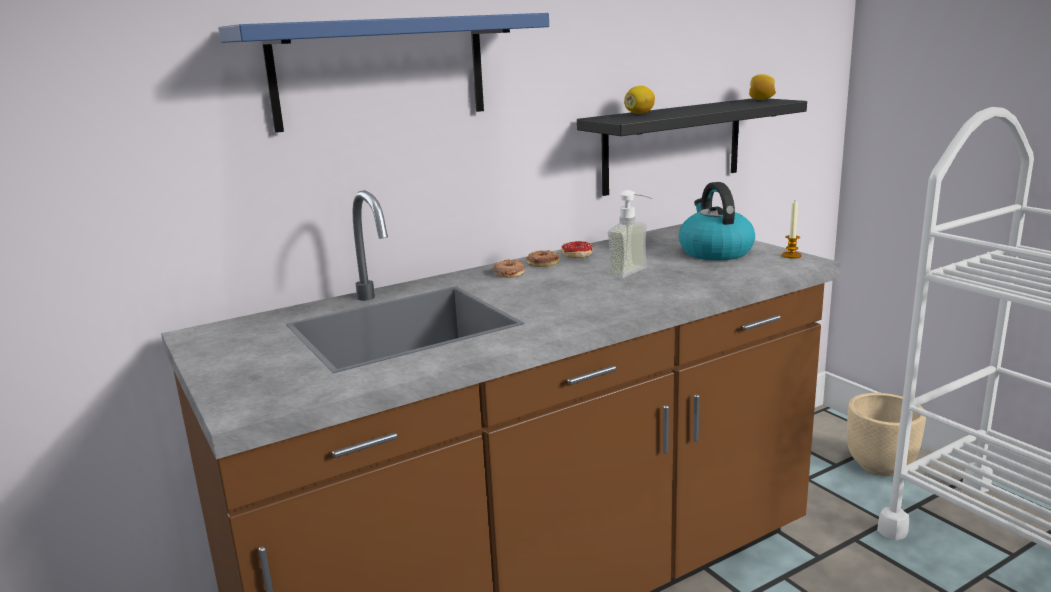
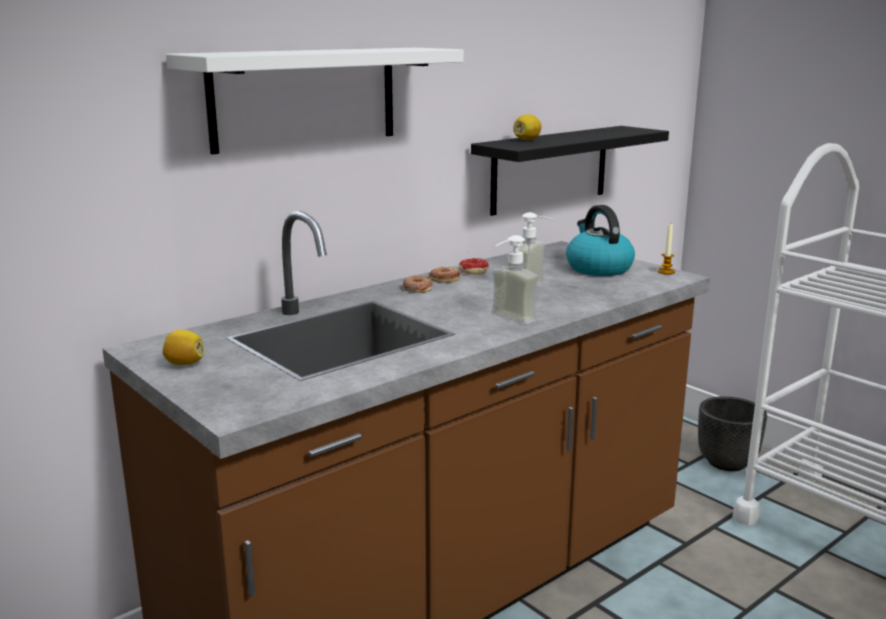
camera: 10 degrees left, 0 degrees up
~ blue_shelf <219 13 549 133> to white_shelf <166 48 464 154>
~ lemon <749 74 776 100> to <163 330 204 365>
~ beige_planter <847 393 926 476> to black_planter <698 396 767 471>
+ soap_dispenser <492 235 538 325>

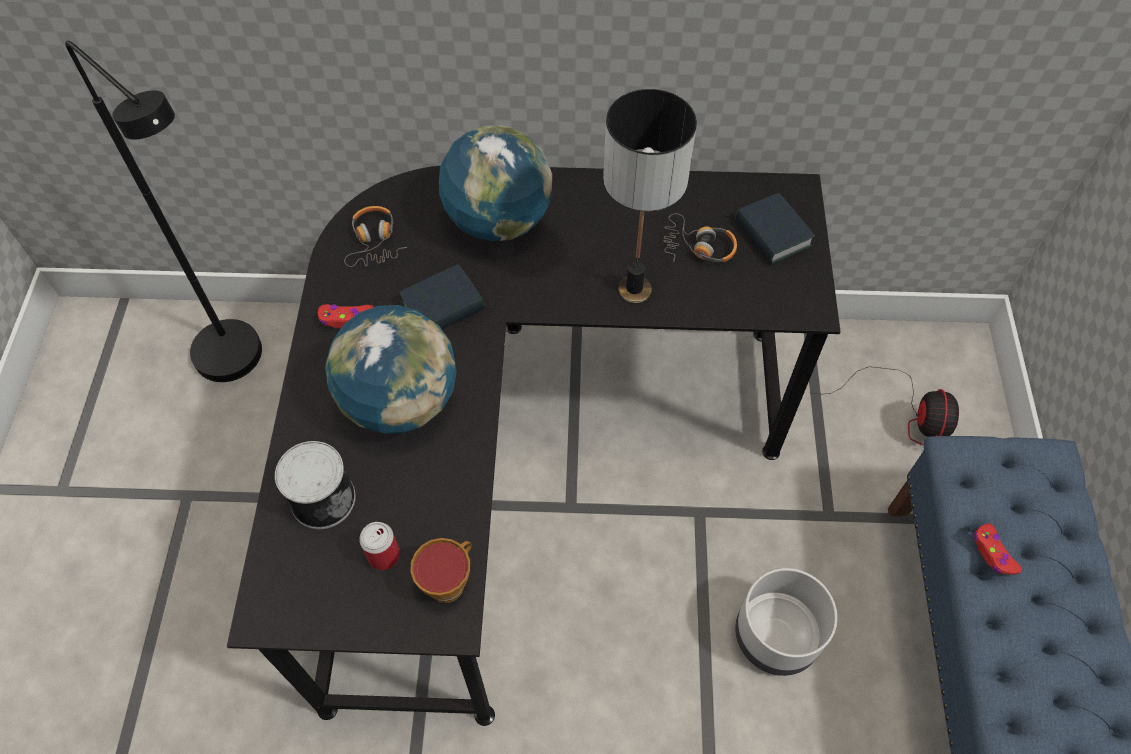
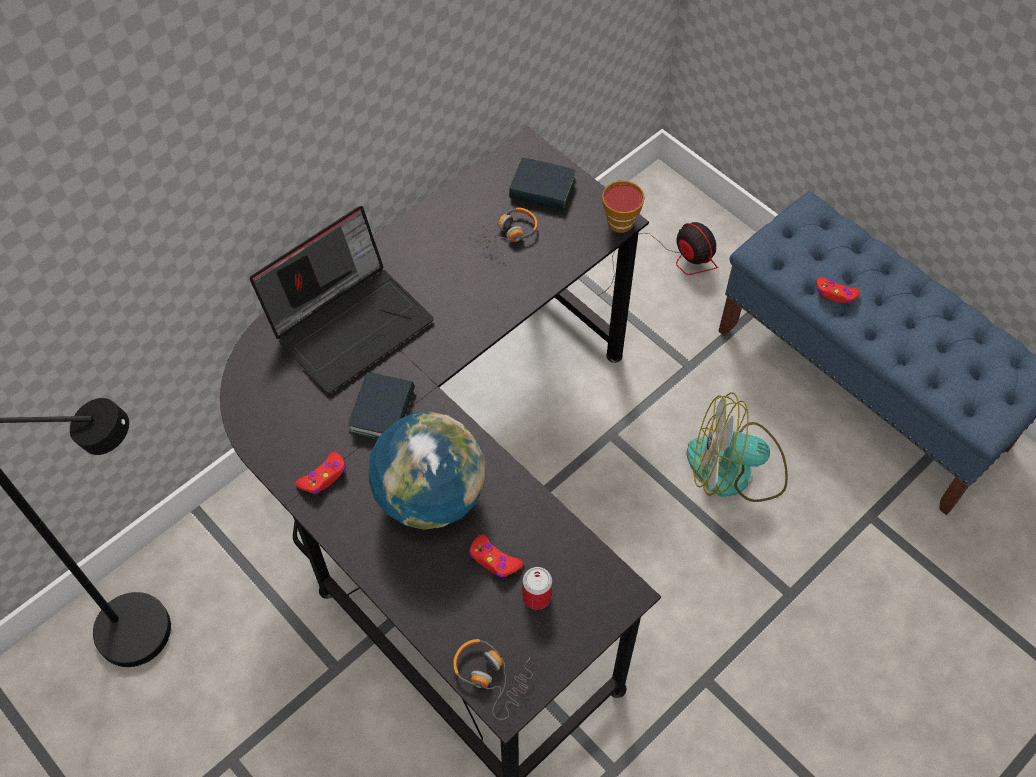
camera: 45 degrees left, 0 degrees up
- table_lamp <603 89 697 303>
~ globe <439 125 552 241> to laptop <250 206 434 393>
~ headphones <344 206 407 267> to <453 639 533 720>
- can <275 441 356 529>
~ cup <410 538 472 603> to <602 180 645 233>
~ grey_planter <735 568 837 676> to fan <687 392 788 502>
+ red_game_controller <469 534 524 577>

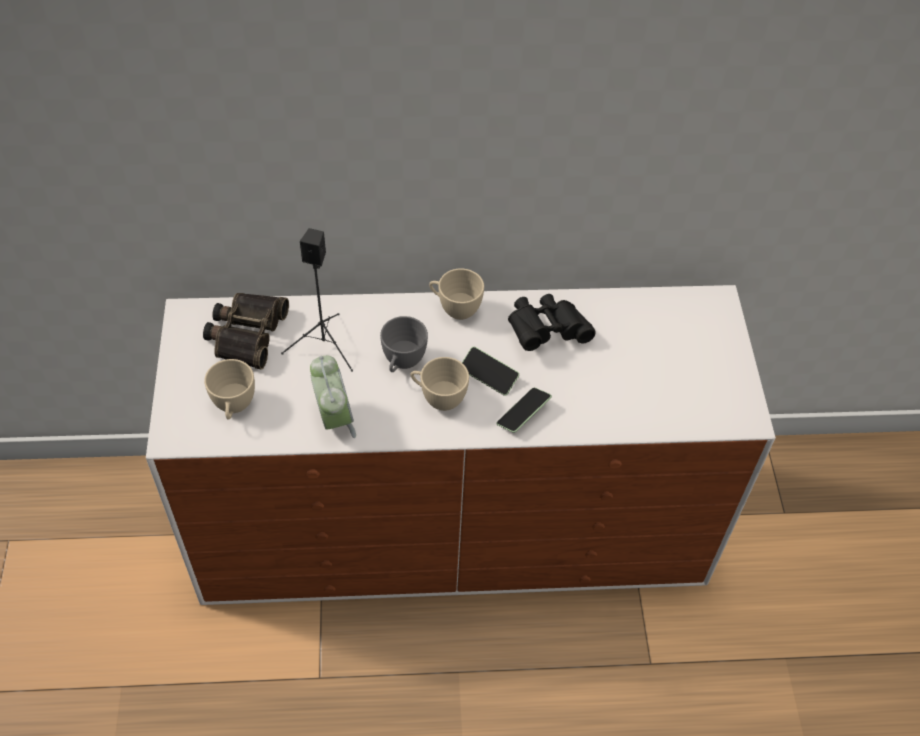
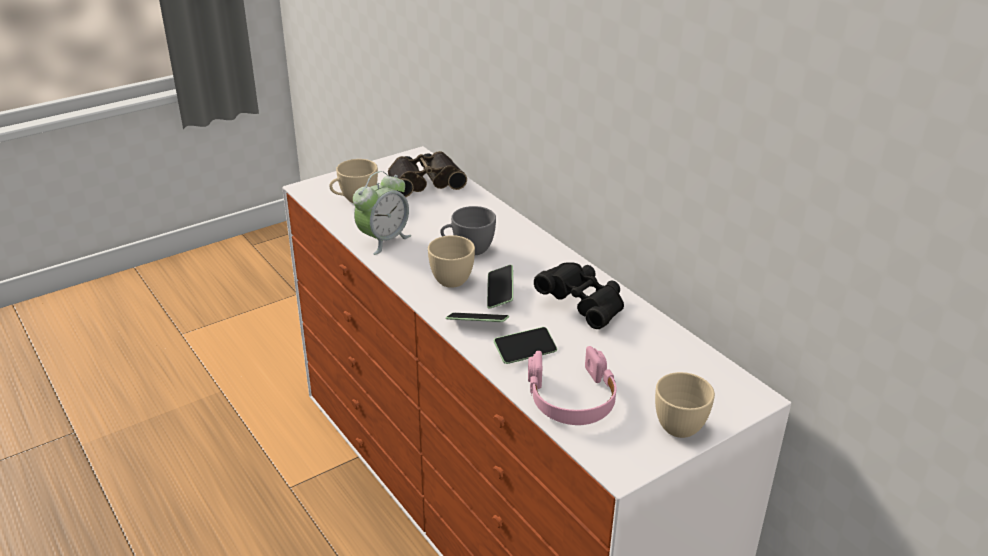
camera: 60 degrees right, 20 degrees down
- black_speaker <281 228 353 372>
~ beige_cup <429 268 484 320> to <655 372 715 438>
+ phone <494 327 557 364>
+ pink_headphones <528 346 617 425>

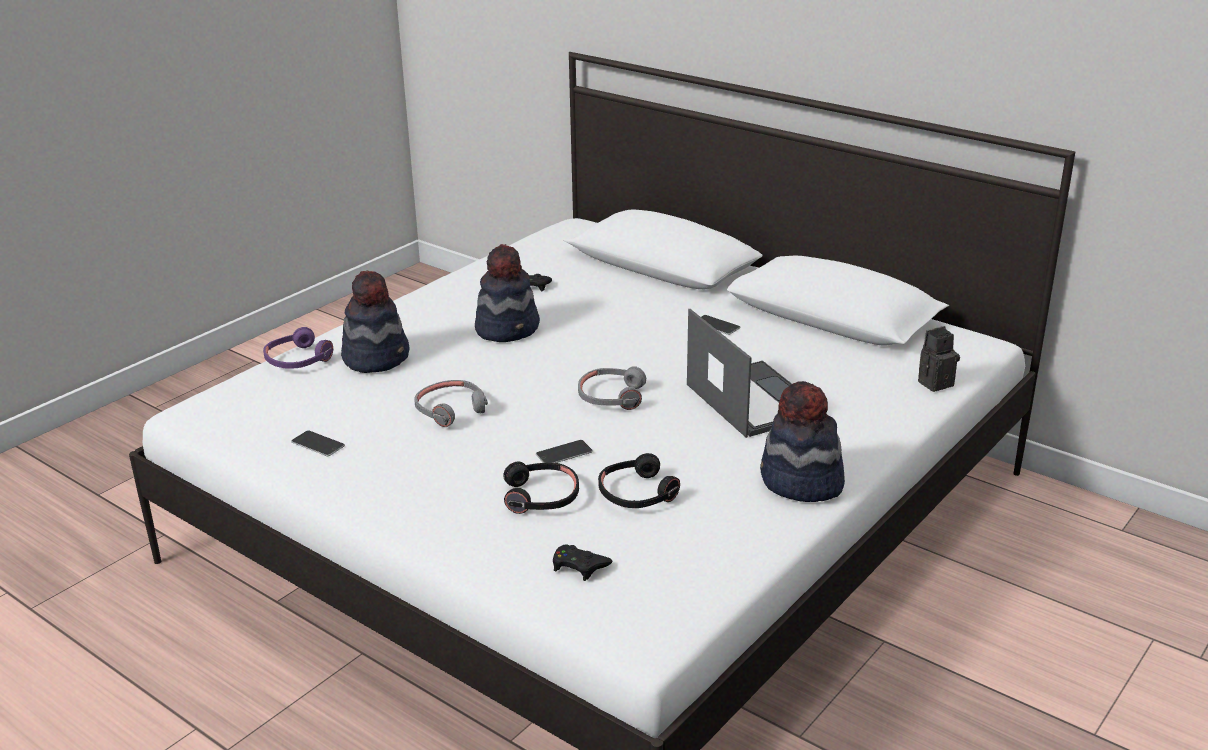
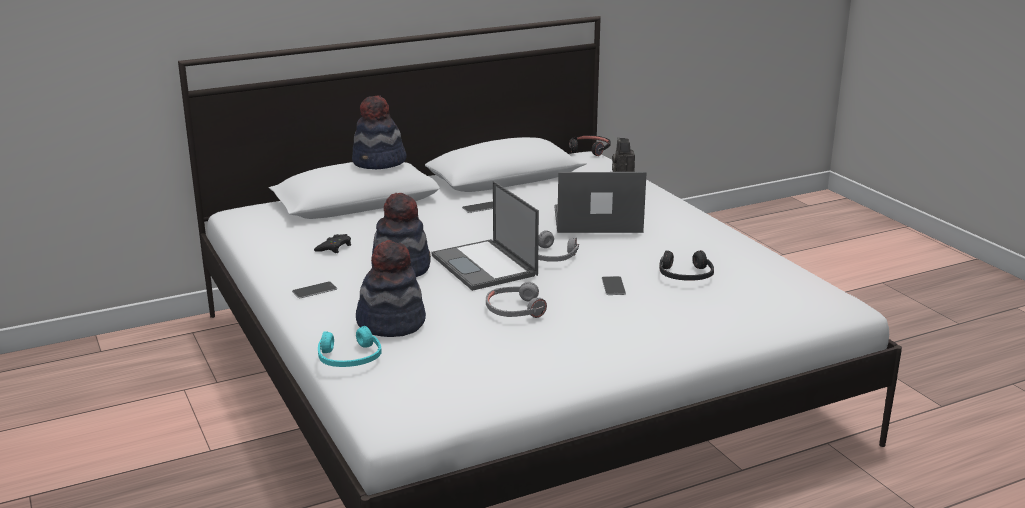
camera: 65 degrees left, 5 degrees down
~ purple_headphones <263 327 333 369> to turquoise_headphones <318 326 382 367>
~ hat <760 381 845 502> to <352 95 406 169>
~ phone <291 430 345 456> to <292 281 337 298>
~ black_headphones <503 461 579 514> to <569 135 611 156>
- black_game_controller <553 544 612 581>
+ laptop <432 181 539 291>

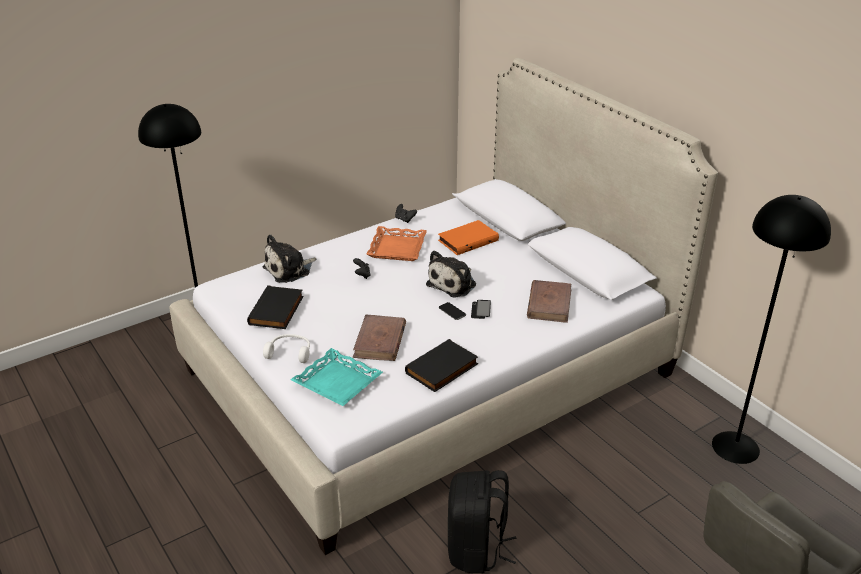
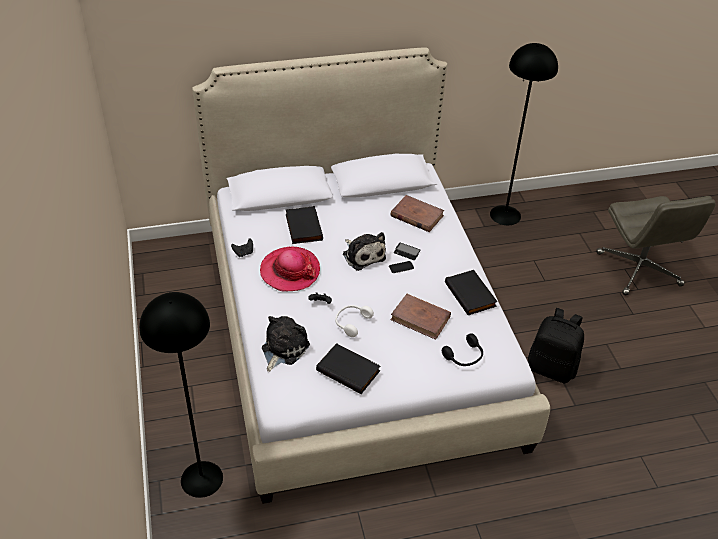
camera: 70 degrees left, 10 degrees up
~ orange_book <438 220 499 255> to black_book <286 206 323 244>
~ orange_tray <366 226 427 261> to hat <260 246 320 291>
~ plush_toy <262 234 316 283> = <262 316 310 372> 135 degrees counterclockwise
~ white_headphones <263 334 310 363> to <335 305 374 337>
~ turquoise_tray <290 348 383 406> to black_headphones <442 333 483 366>

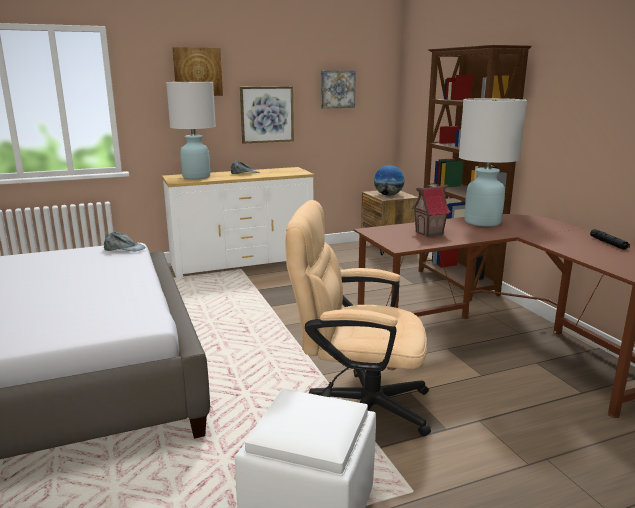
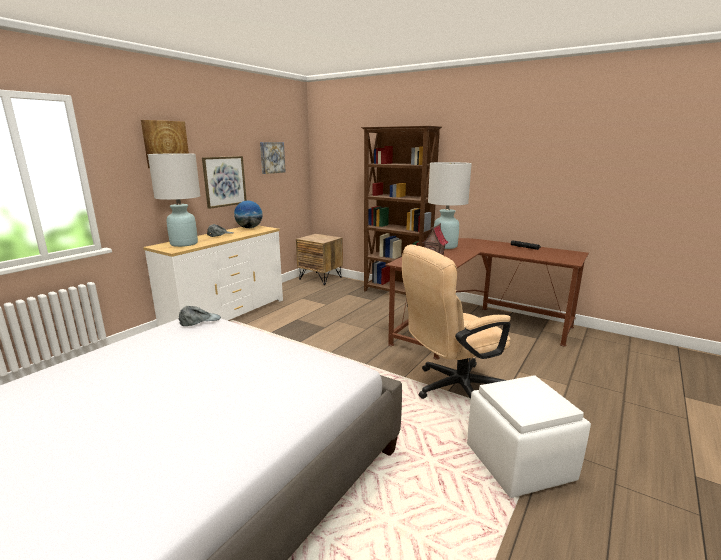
camera: 35 degrees left, 0 degrees up
~ globe <374 165 405 196> to <234 200 263 228>

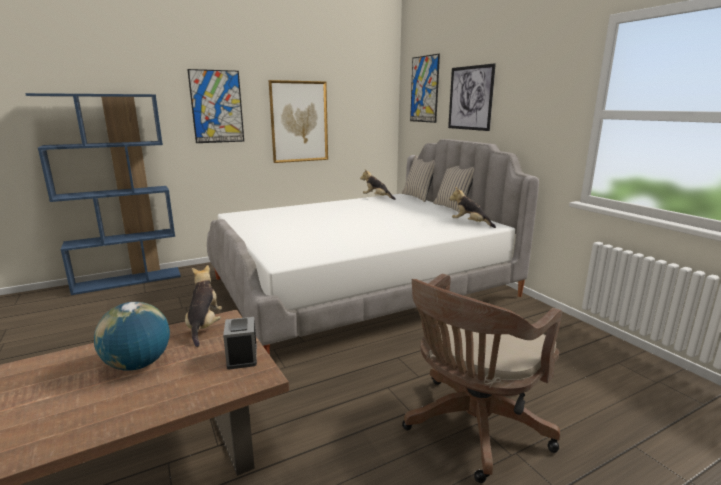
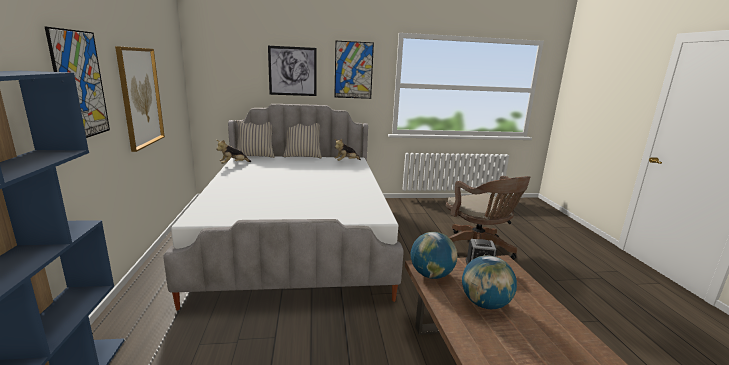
camera: 70 degrees left, 0 degrees up
~ picture <410 54 440 123> to <334 41 374 99>
~ plush_toy <185 265 222 347> to globe <411 232 457 279>

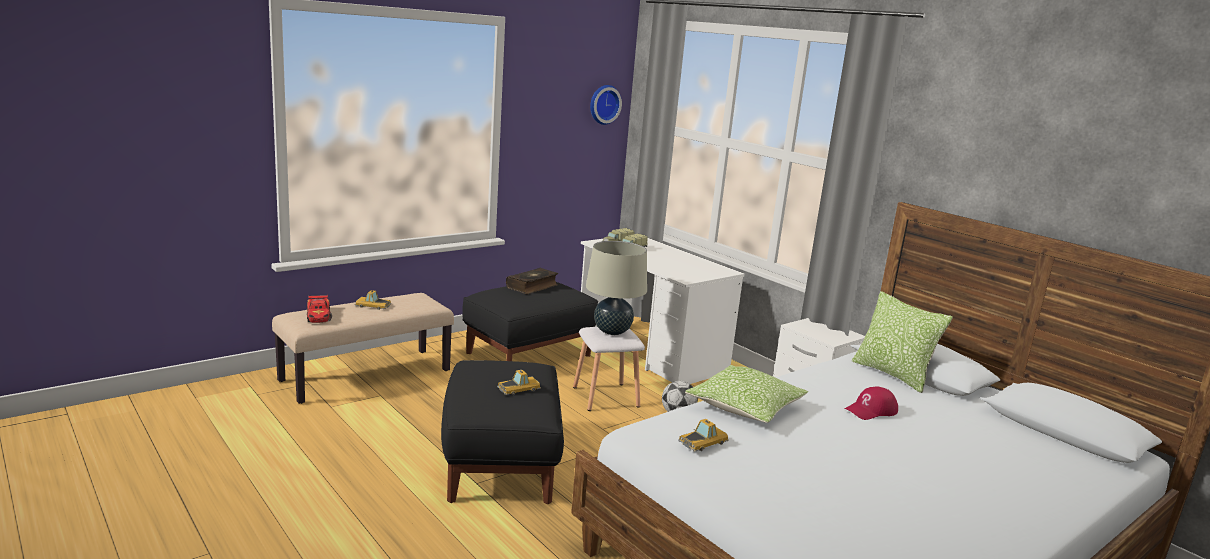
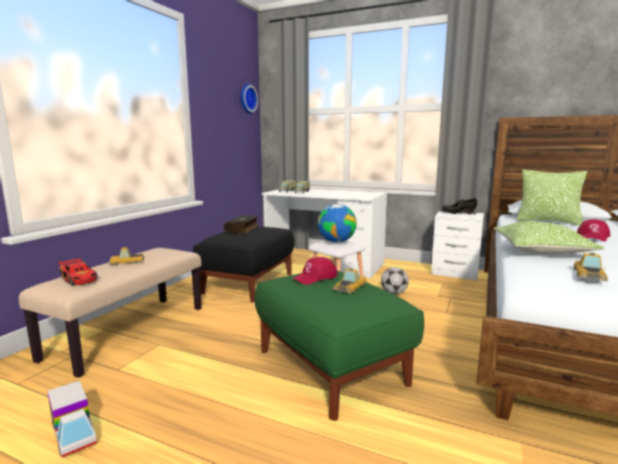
camera: 25 degrees left, 5 degrees down
~ beige_table_lamp <586 241 647 335> to globe <318 204 357 243>
~ black_ottoman <441 360 564 504> to green_ottoman <255 271 424 421>
+ black_shoe <442 198 477 214>
+ red_cap <292 257 338 285>
+ toy_truck <47 381 97 458>

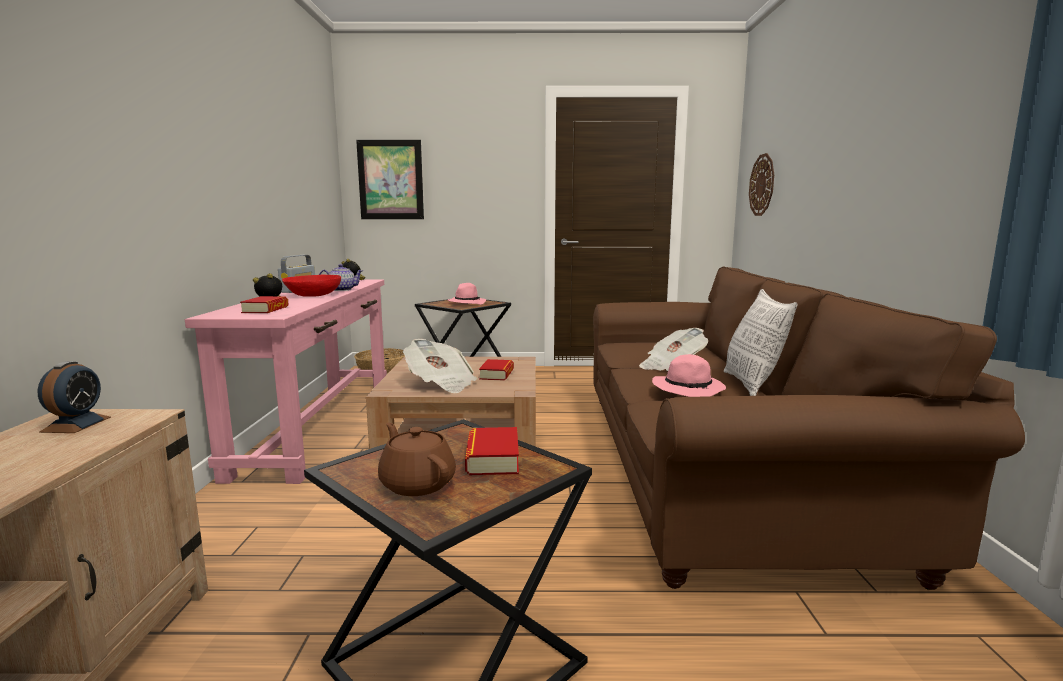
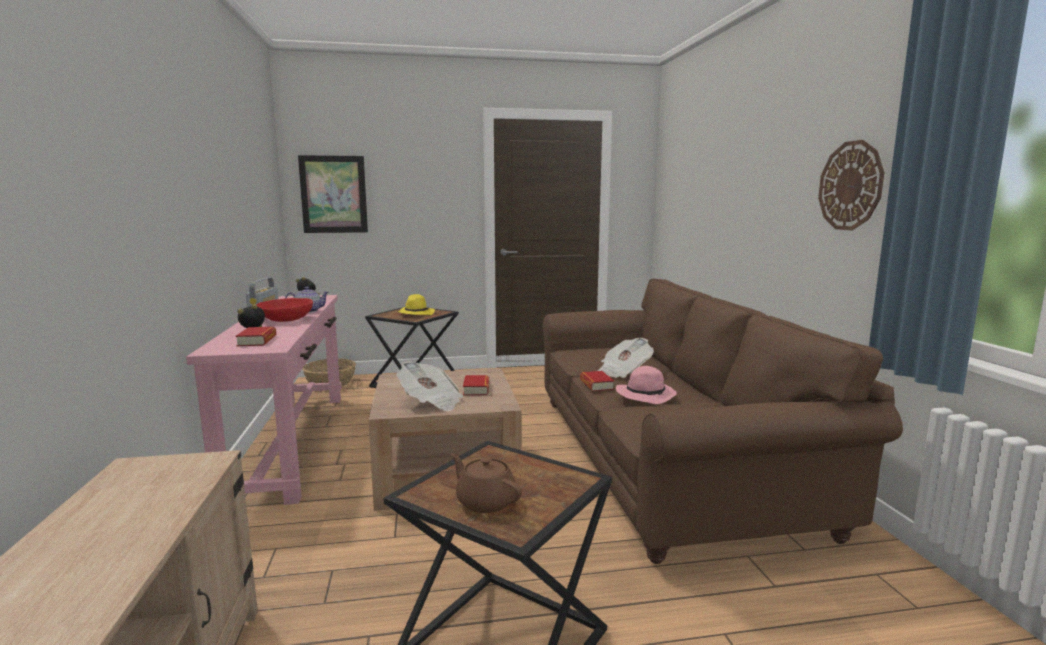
camera: 10 degrees left, 0 degrees up
~ wall_clock <749 153 774 216> to <818 140 884 230>
~ pink_hat <447 283 486 305> to yellow_hat <398 294 435 315>
- pillow <724 289 798 396>
- alarm_clock <37 361 111 433>
~ book <465 427 519 475> to <580 371 614 391>

